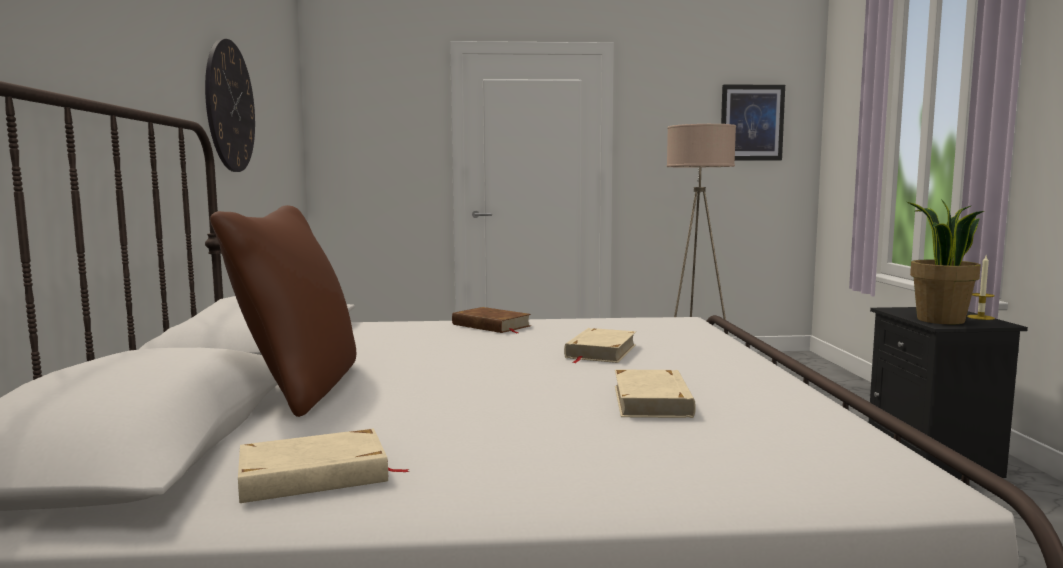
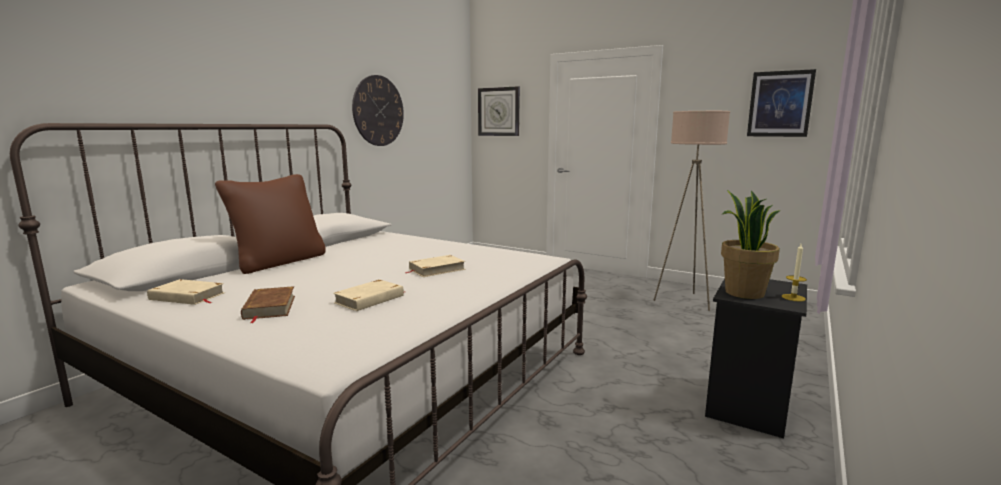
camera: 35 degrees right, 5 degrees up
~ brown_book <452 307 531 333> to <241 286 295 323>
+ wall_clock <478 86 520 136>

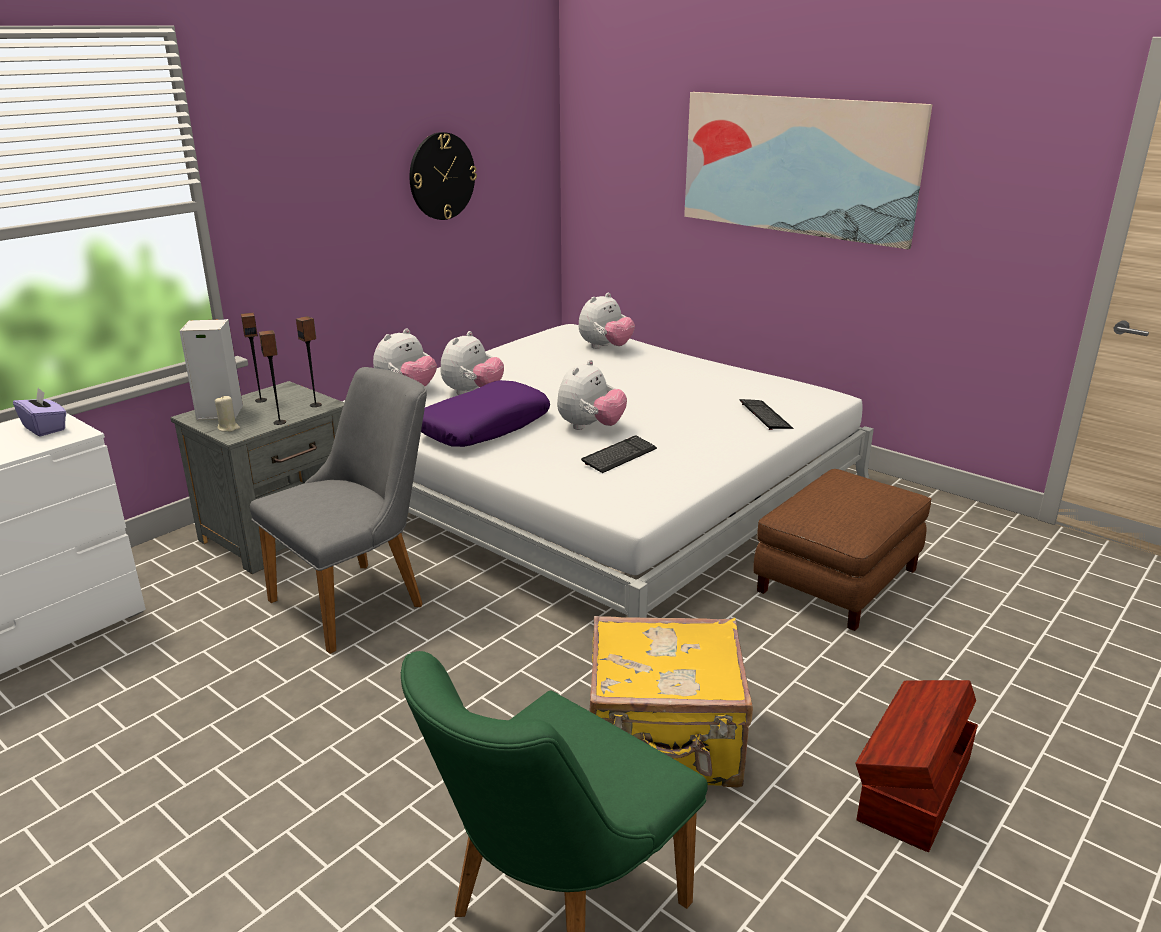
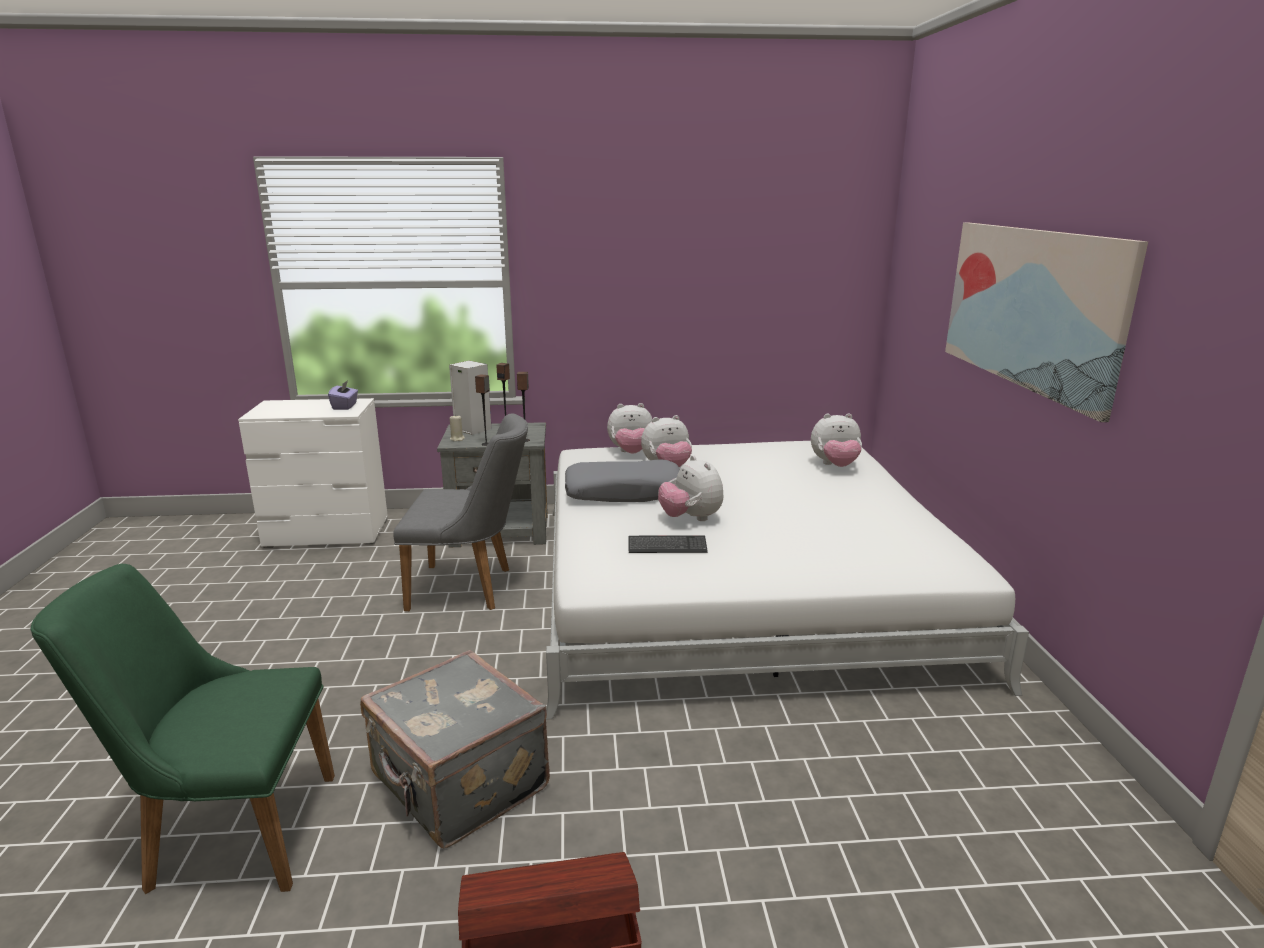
camera: 45 degrees right, 5 degrees down
- wall_clock <410 132 477 220>
~ plush_toy <557 360 627 430> = <658 455 723 521> 75 degrees clockwise
~ purple_pillow <421 380 550 447> to grey_pillow <565 460 680 502>
- keyboard <740 399 793 430>
- brown_ottoman <753 469 932 631>
~ yellow_suitcase <590 616 753 787> to grey_suitcase <360 650 550 848>

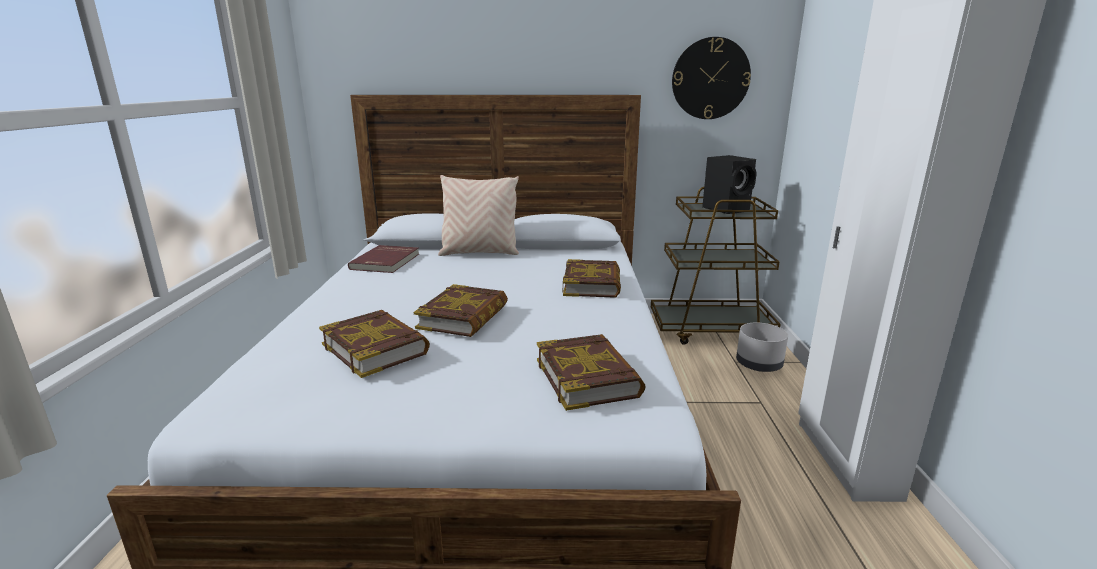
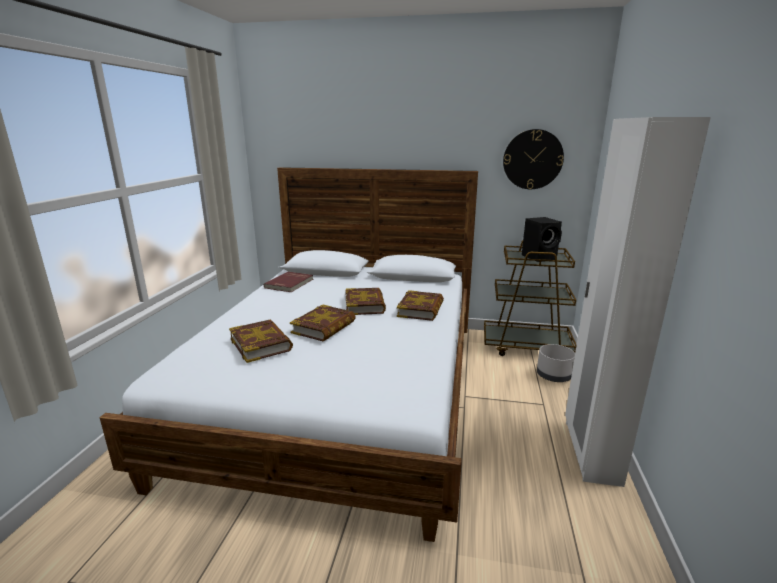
camera: 10 degrees right, 0 degrees up
- beige_pillow <438 175 519 256>
~ book <537 334 646 411> to <345 288 386 315>

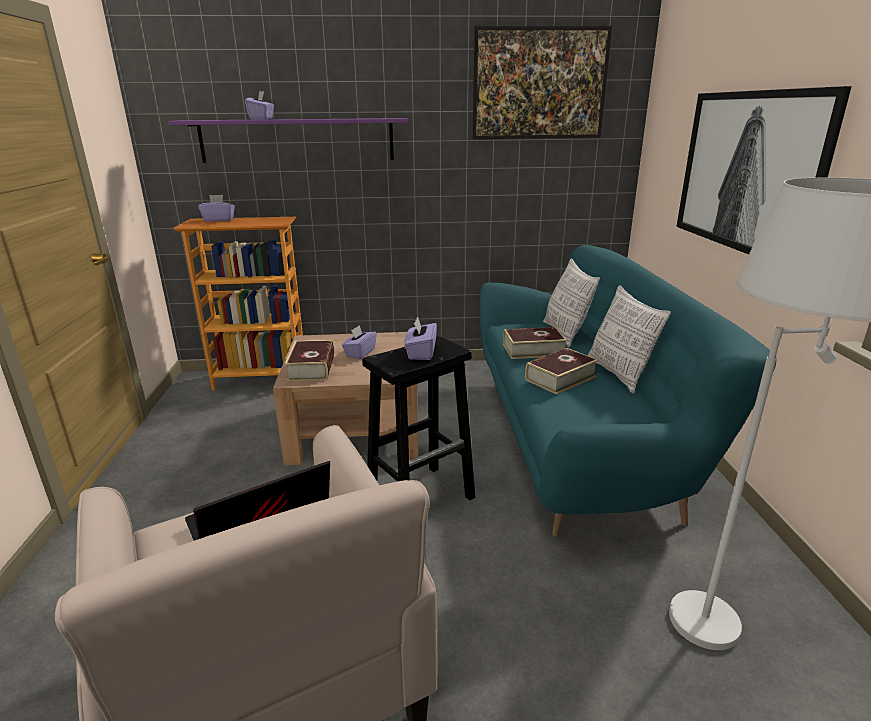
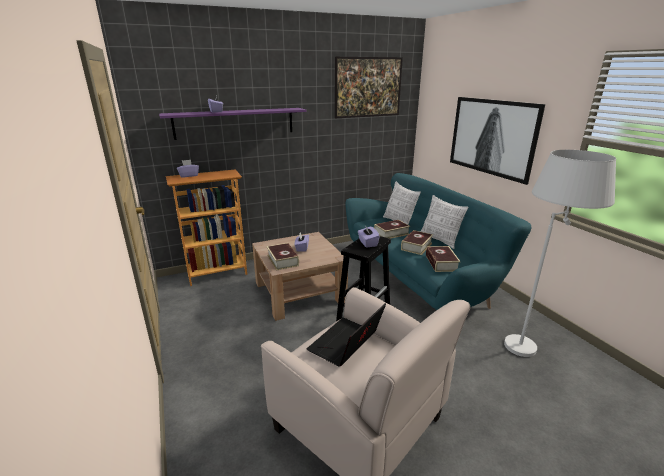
camera: 20 degrees left, 0 degrees up
+ book <426 246 461 272>

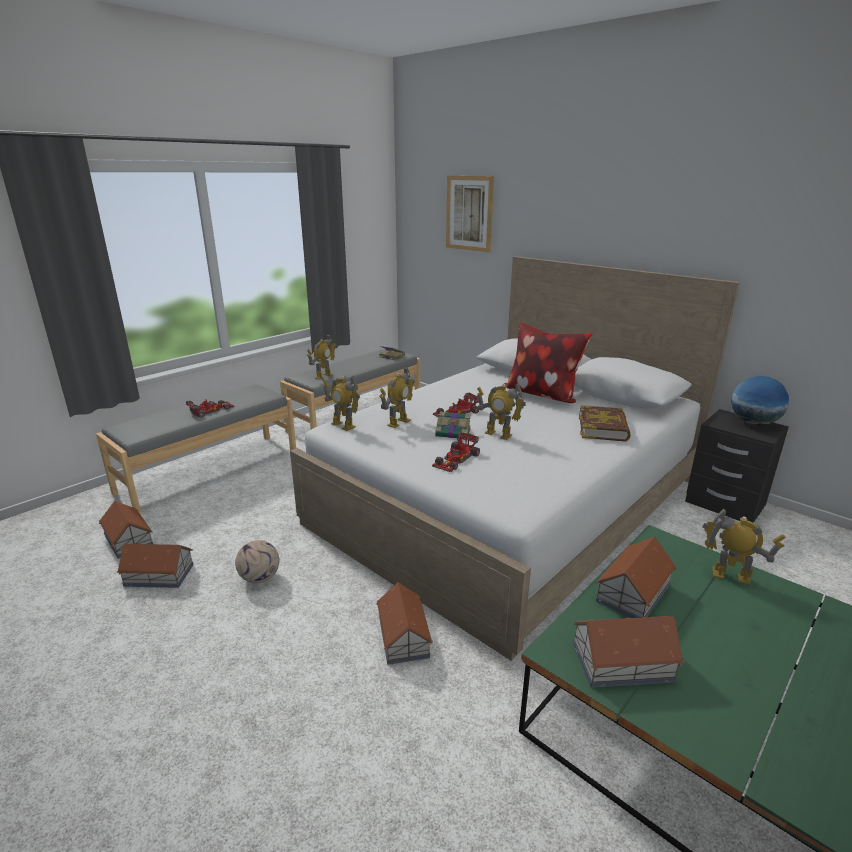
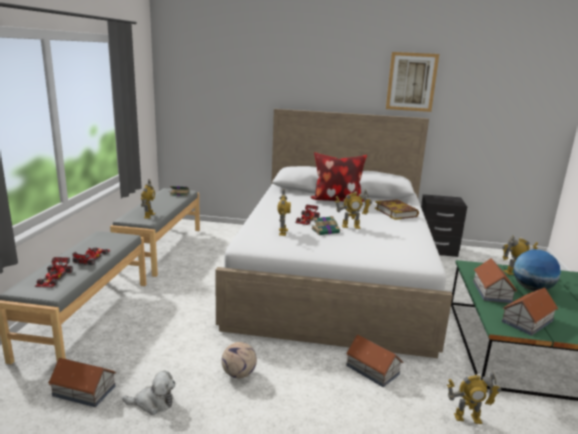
camera: 35 degrees left, 5 degrees down
~ picture <446 176 494 252> to <386 52 439 112>
~ toy_robot <323 376 360 431> to <447 371 501 424>
~ globe <731 376 789 426> to <513 250 561 291>
~ toy_car <432 432 480 472> to <35 257 73 288>
~ toy_house <117 544 194 588> to plush_toy <122 370 175 415>

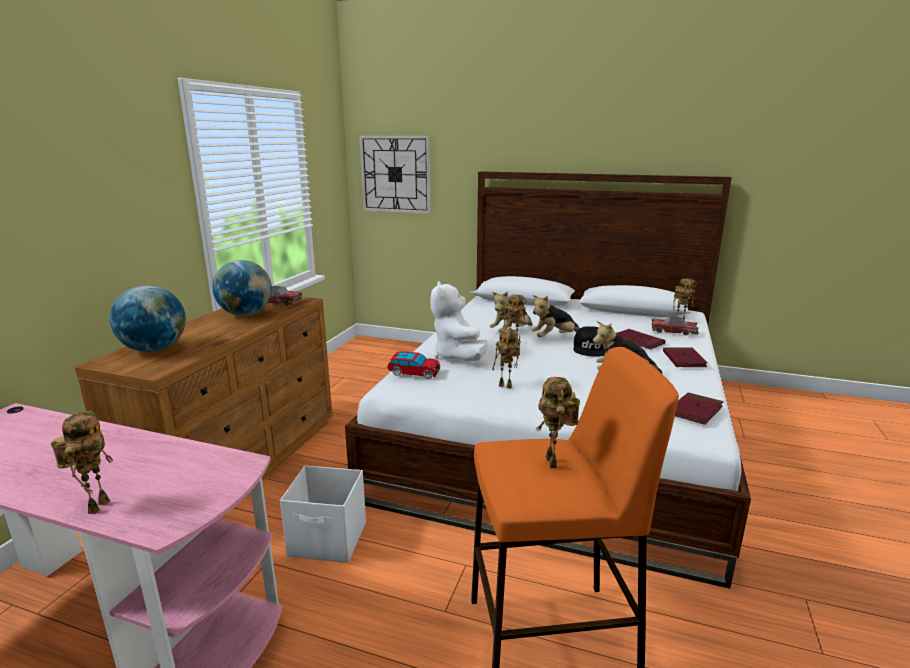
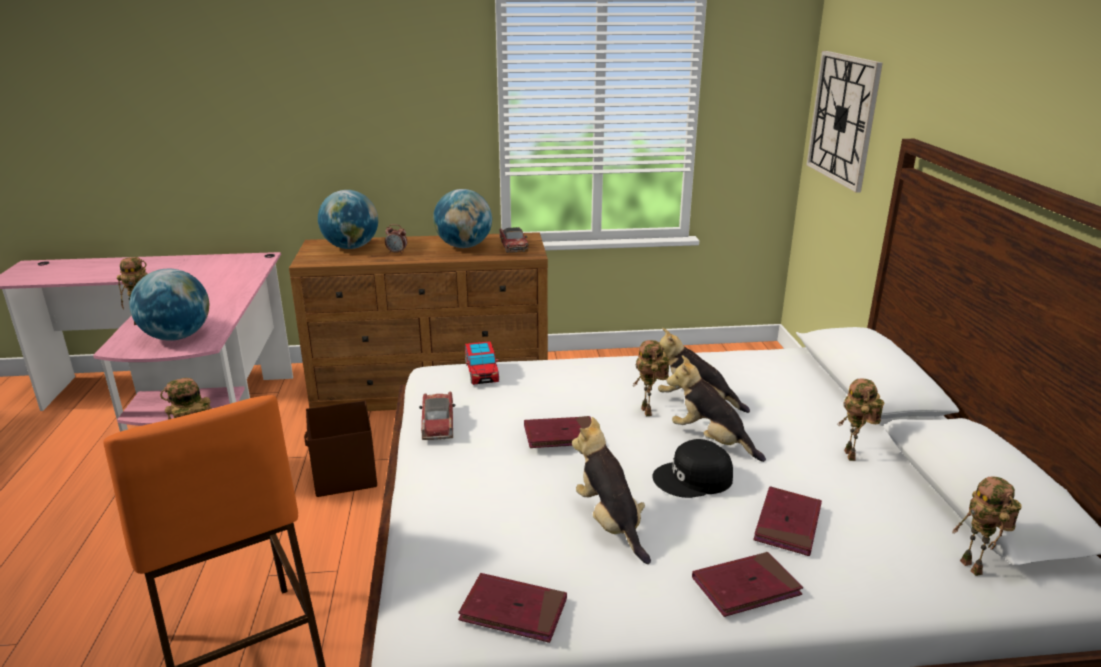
camera: 65 degrees right, 5 degrees up
- white_plush_toy <430 281 488 361>
~ toy_car <651 316 699 335> to <419 391 455 440>
~ toy_robot <492 329 521 389> to <838 378 884 461>
~ white_storage_box <280 465 366 563> to brown_storage_box <304 400 377 497>
+ alarm_clock <385 224 407 253>
+ globe <129 269 209 341>
+ red_book <524 416 591 448>

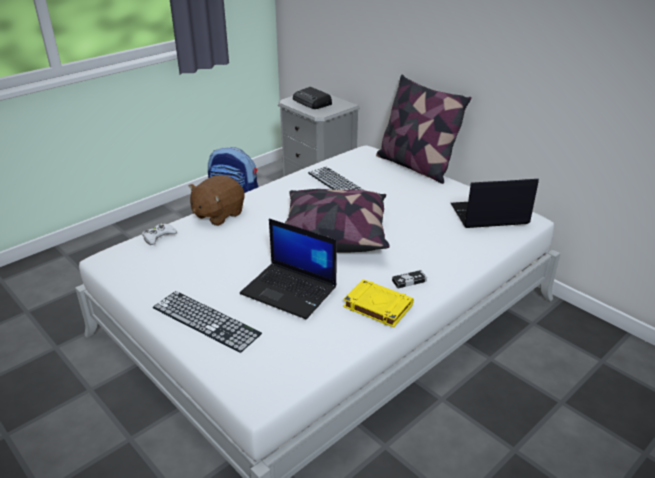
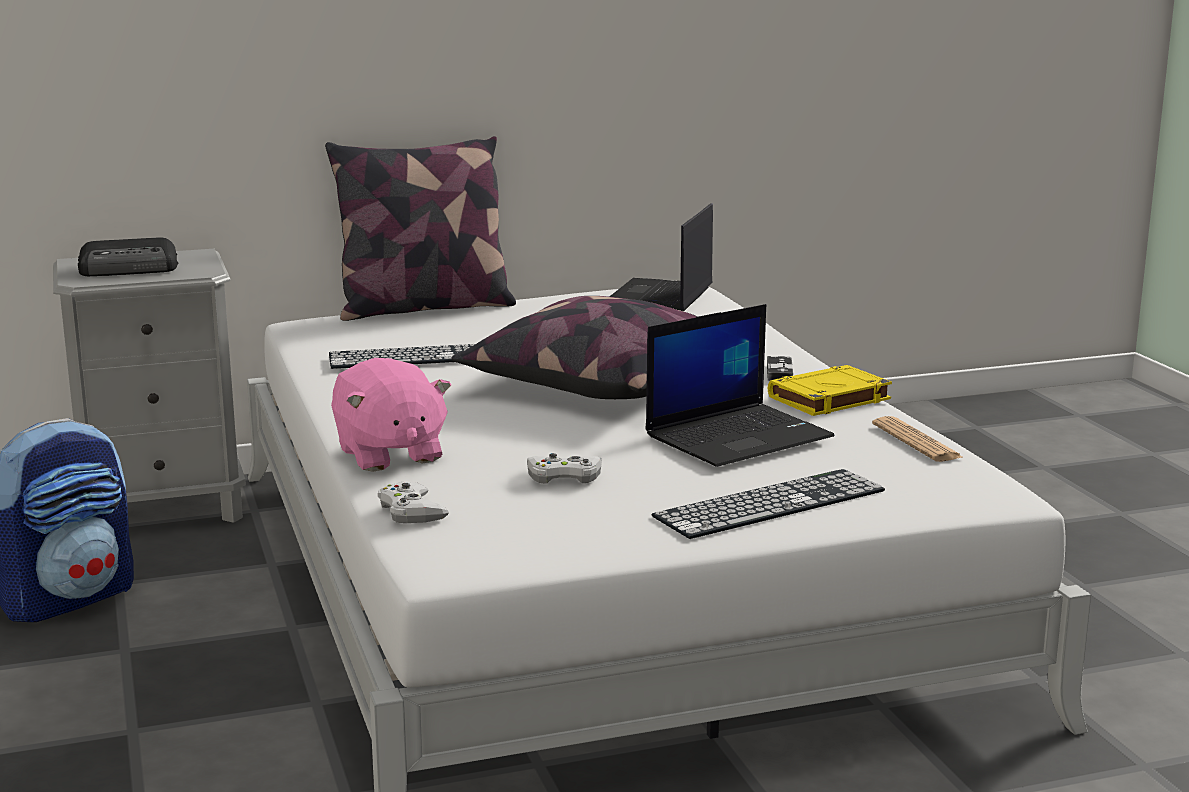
camera: 65 degrees left, 15 degrees down
~ brown_plush_toy <189 175 245 226> to pink_plush_toy <331 358 451 472>
+ newspaper <872 416 964 462>
+ white_game_controller <527 453 602 484>

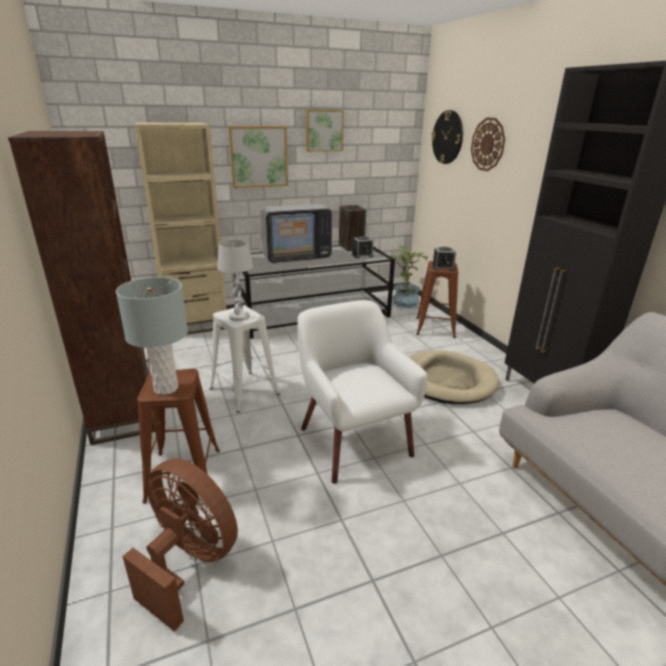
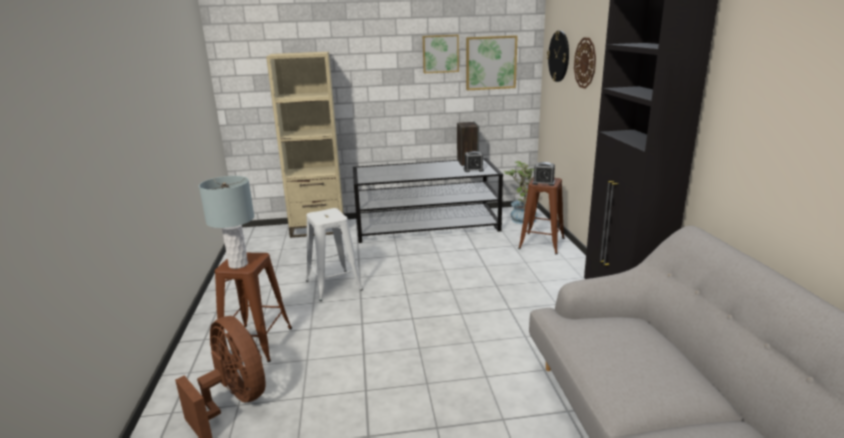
camera: 15 degrees right, 5 degrees down
~ picture <228 126 288 188> to <466 35 518 90>
- brown_bookcase <8 131 155 445>
- television <258 204 332 264>
- white_table_lamp <217 240 253 321>
- white_armchair <298 300 428 484>
- beige_dog_bed <409 350 499 404>

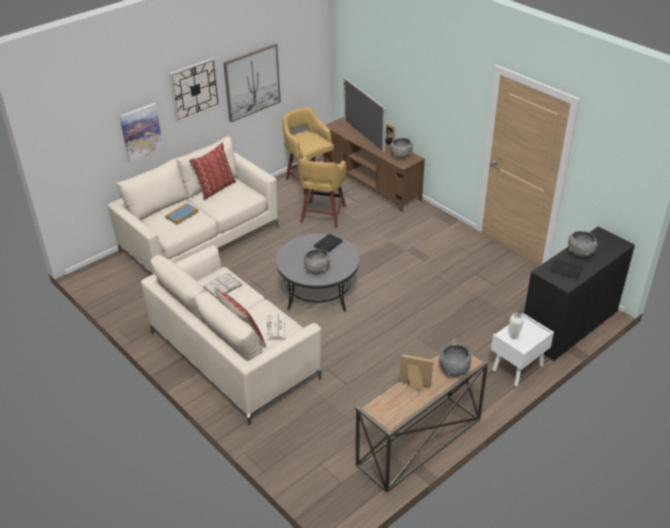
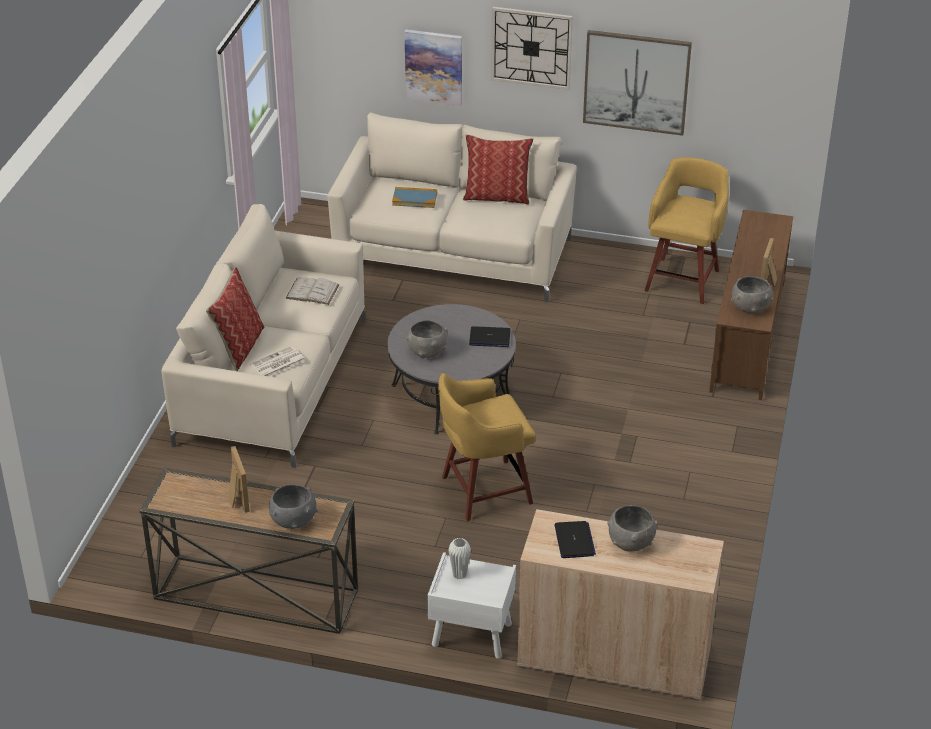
camera: 55 degrees right, 0 degrees up
- television <344 77 386 152>
~ yellow_stool <298 156 347 228> to <438 373 535 521>
~ black_cabinet <524 226 635 362> to beige_cabinet <517 509 724 701>

